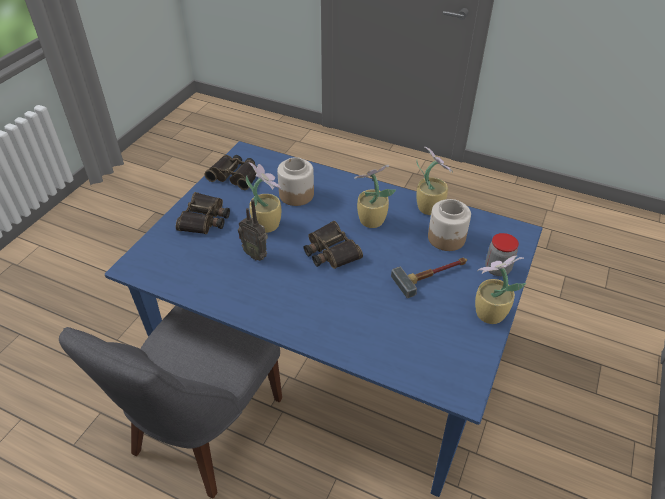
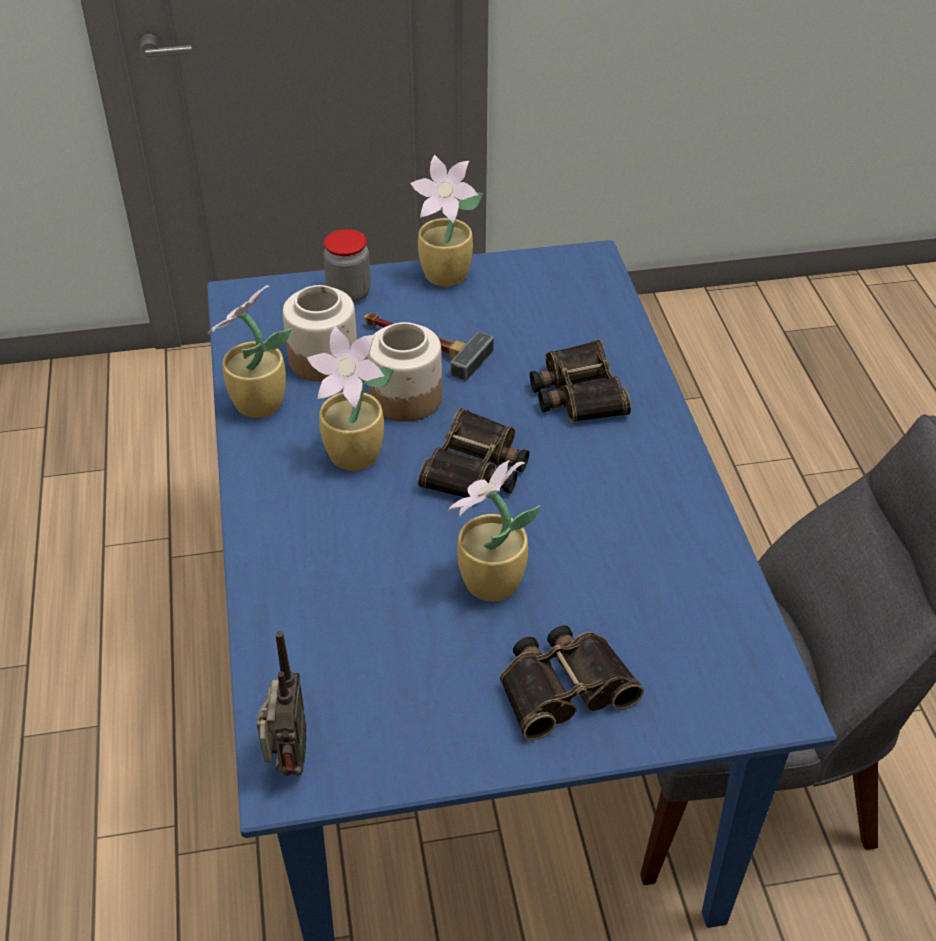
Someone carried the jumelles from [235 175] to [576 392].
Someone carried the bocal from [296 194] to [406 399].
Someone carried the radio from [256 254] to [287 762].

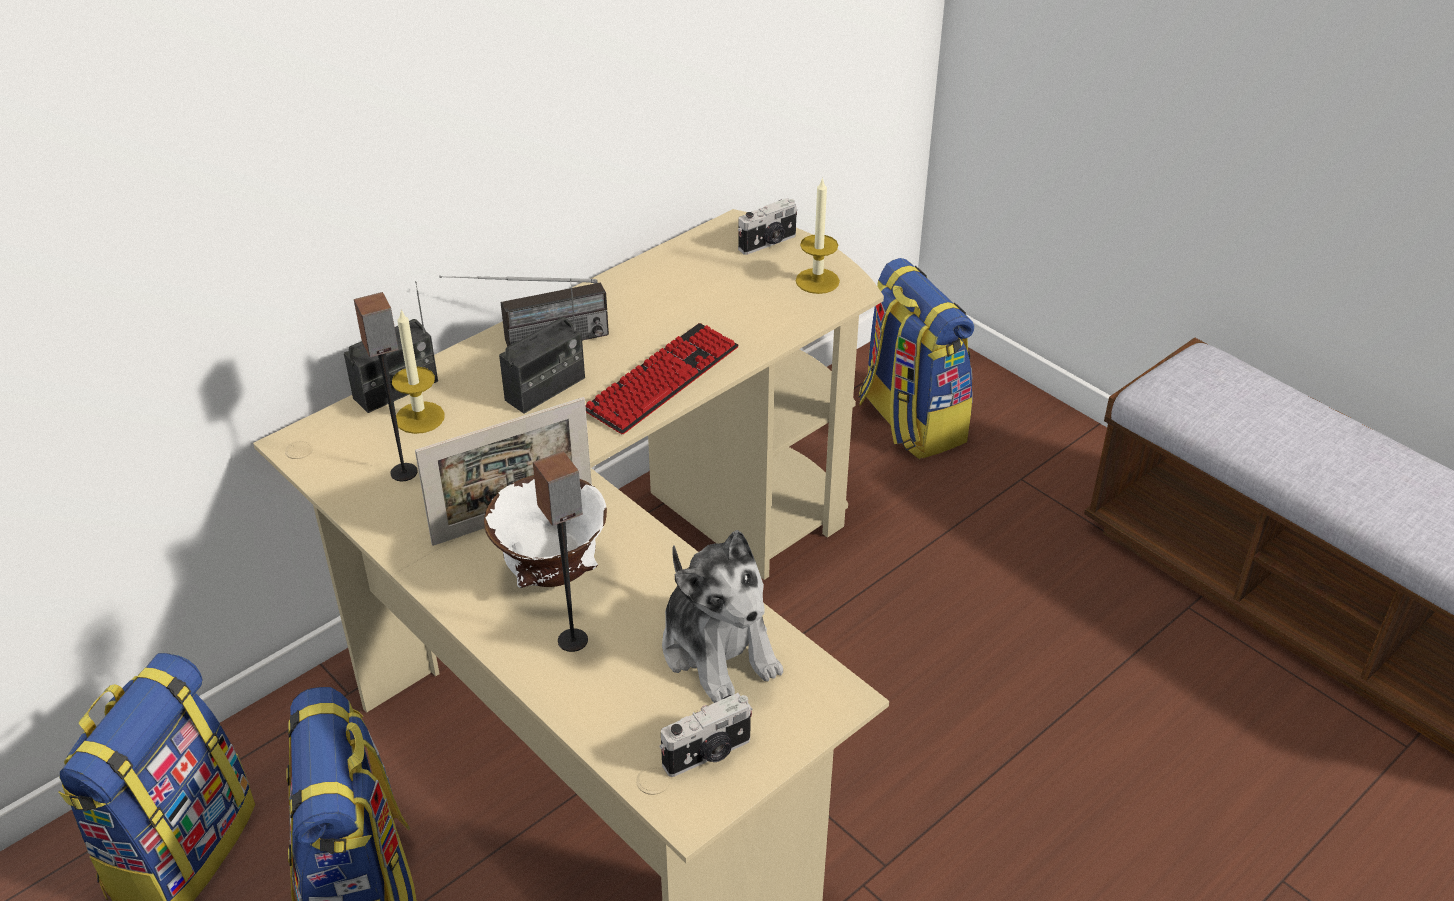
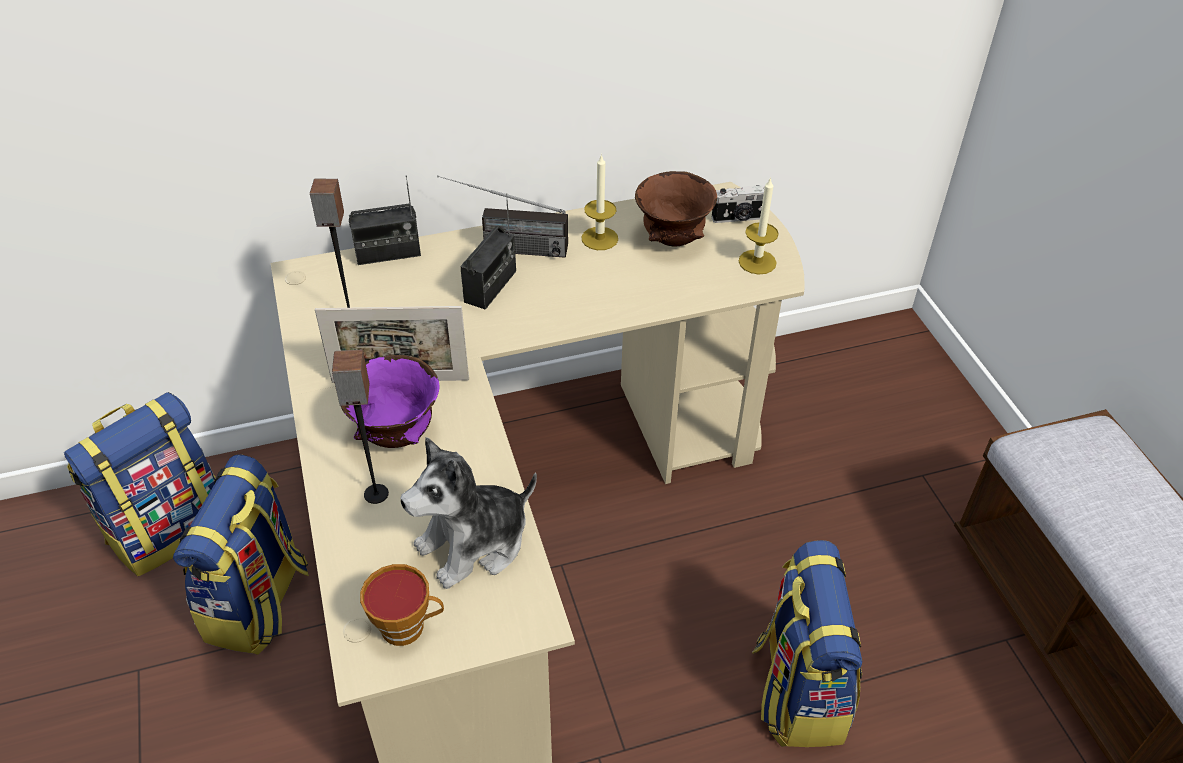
Someone carried the sac à dos from [909 421] to [797 690].
Someone rotated the radio at [545 389] by 45 degrees counterclockwise.
Someone carried the bougie from [419 417] to [599 238].
Someone took away the clavier at [662 380].
Someone repainted the bol (blanc) at [552 574], which became the bol (violet) at [397 436].
Someone rotated the peluche at [719 649] by 60 degrees clockwise.
Someone swapped the appareil photo at [708 754] for the tasse at [408 626].
Someone put down the bol (marron) at [672 240].

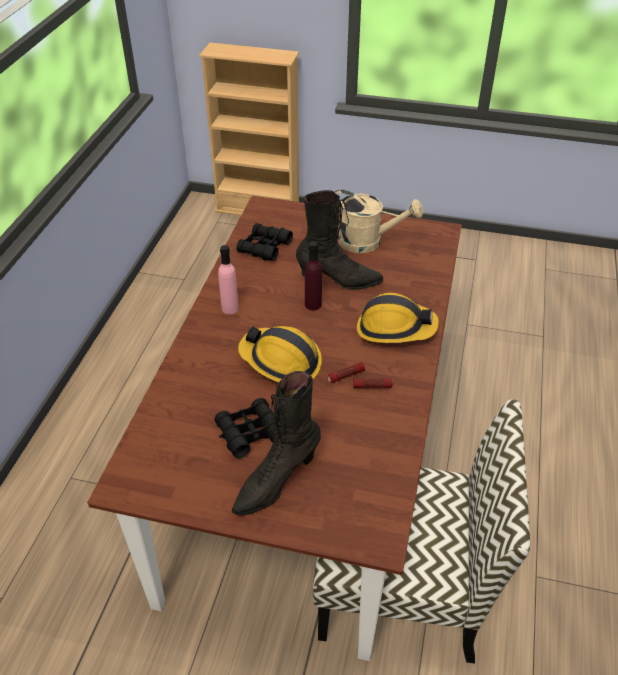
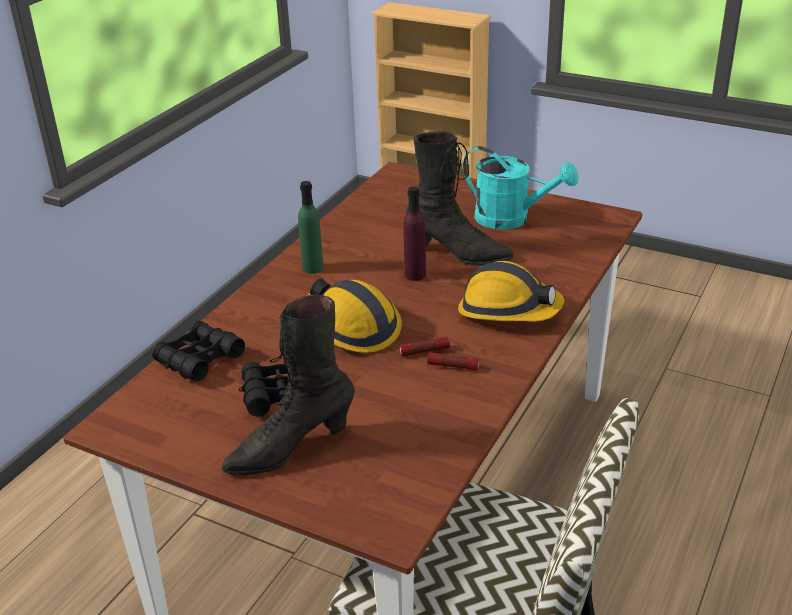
Someone repainted the arrosoir (beige) at [368 242], which became the arrosoir (turquoise) at [511 219].
Someone carried the jumelles (noir) from [264 247] to [199 359].
Someone repainted the bouteille (rose) at [230 308], which became the bouteille (vert) at [313 268].

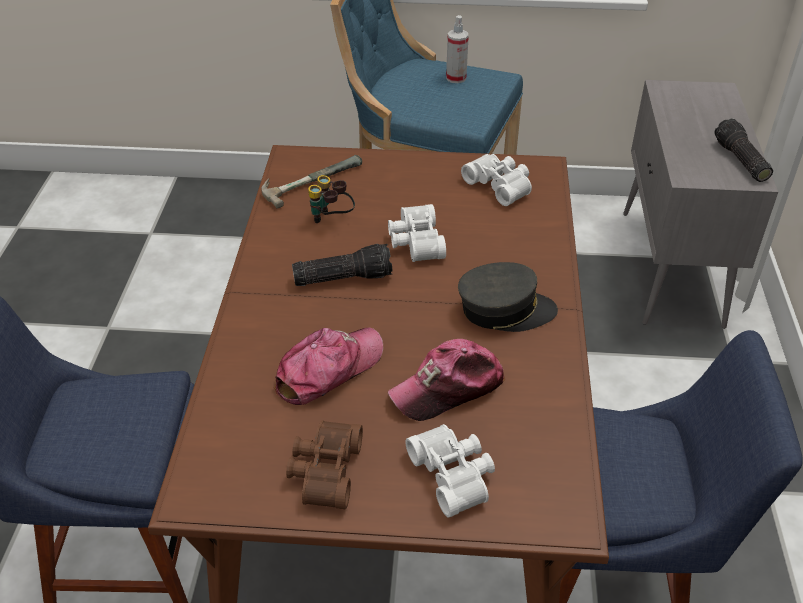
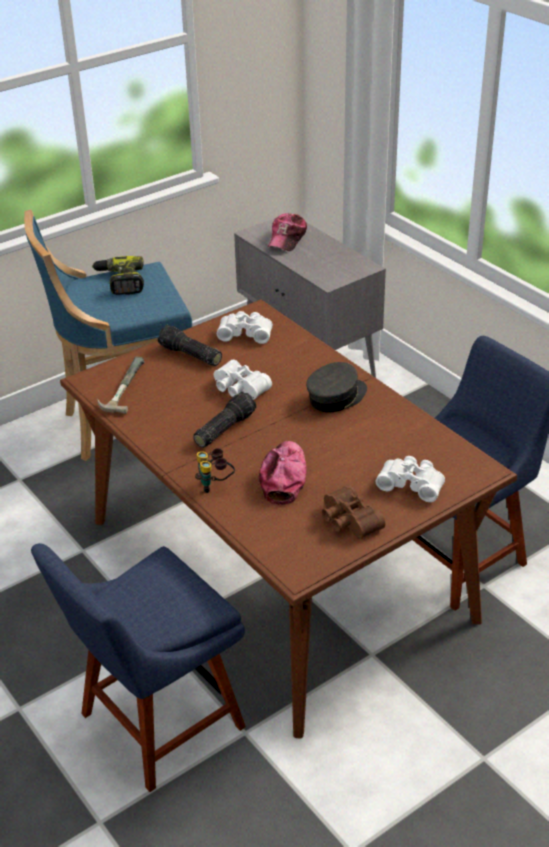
Someone swapped the vaporisateur at [456 78] for the perceuse at [120 282].
Someone carried the lampe de poche from [739 160] to [189 355].
Someone carried the jumelles from [331 220] to [215 485].
Someone carried the casquette from [448 388] to [287 239].

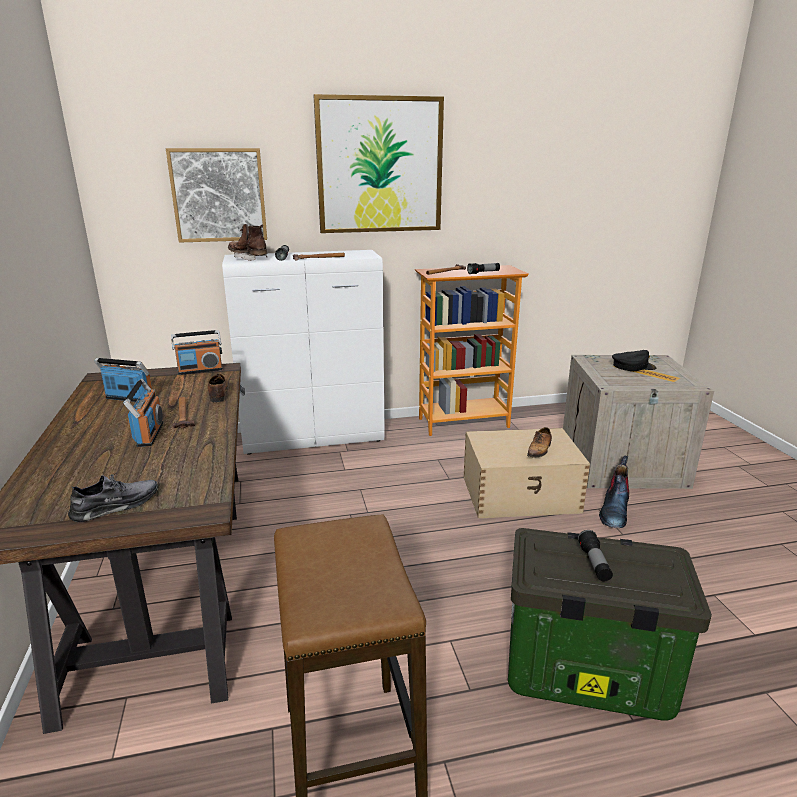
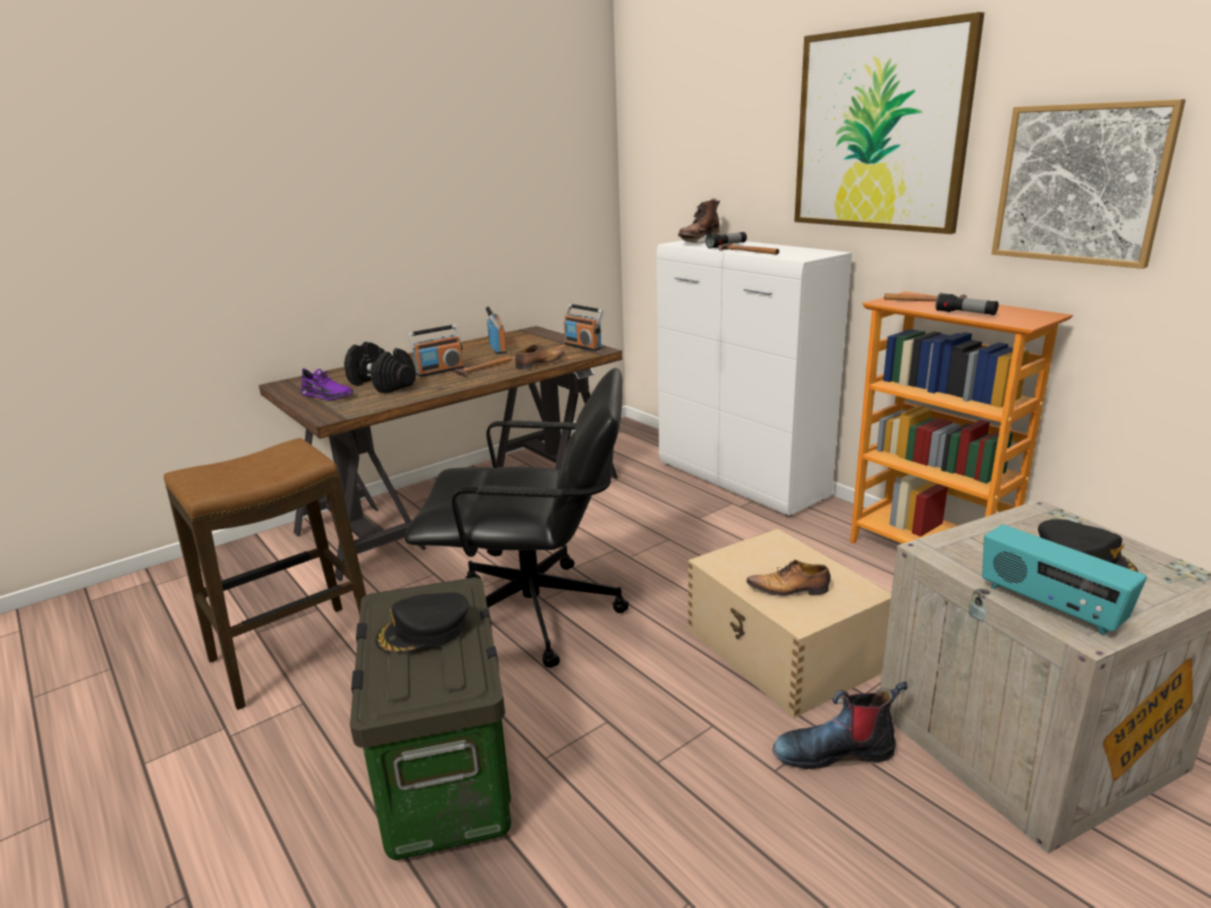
Someone carried the tableau from [218 195] to [1080 184].
Someone rotated the botte (marron) at [248 258] by 150 degrees counterclockwise.
Someone repainted the chaussure (gris) at [116 506], which became the chaussure (violet) at [327 395].
Someone swapped the lampe de poche at [594 563] for the casquette (noir) at [424 631].
Someone put down the haltère (noir) at [382 384].
Someone put down the chaise de bureau (noir) at [536 614].
Someone put down the radio at [1049 606].

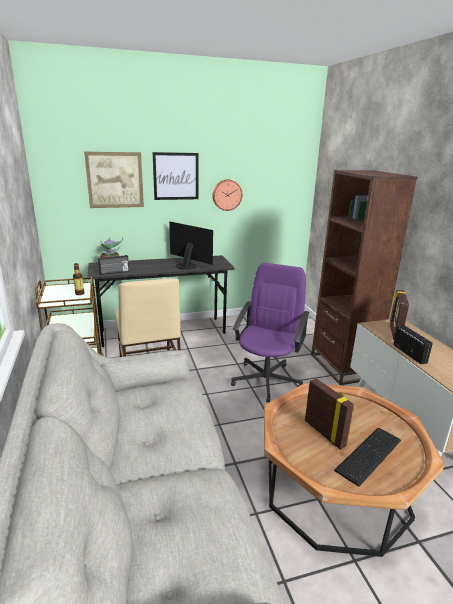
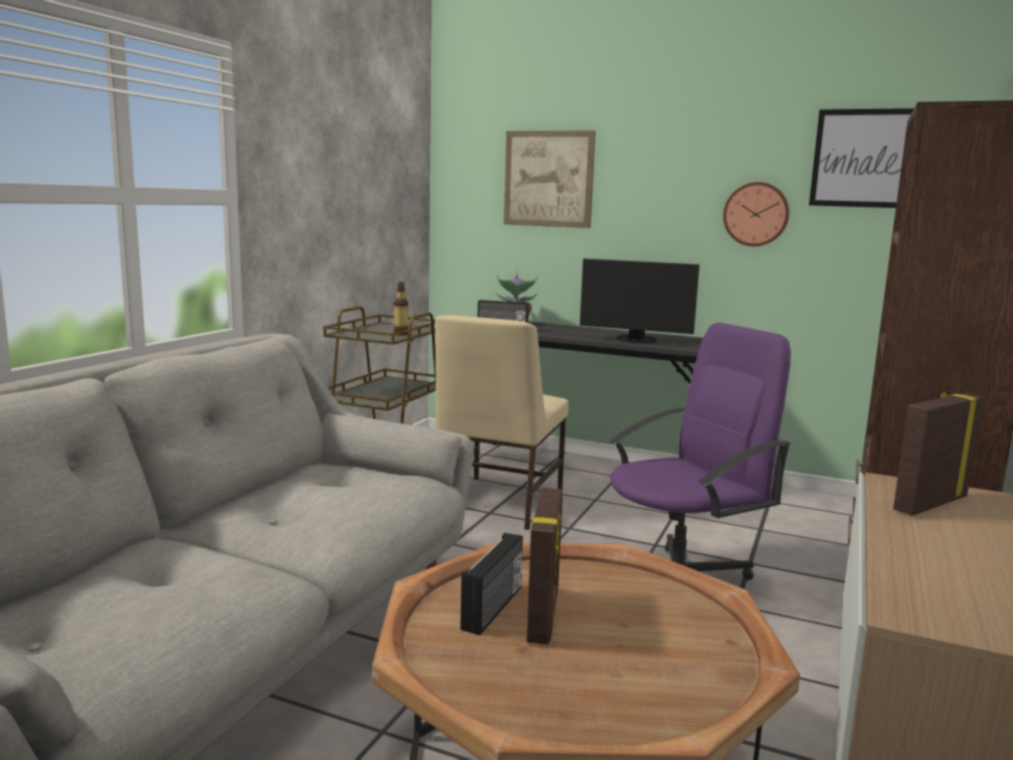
Someone carried the tableau from [176 176] to [864 158].
Someone rotated the écran d'ordinateur at [187 265] by 120 degrees clockwise.
Someone carried the radio from [410 353] to [494 608].
Someone took away the clavier at [367 454].

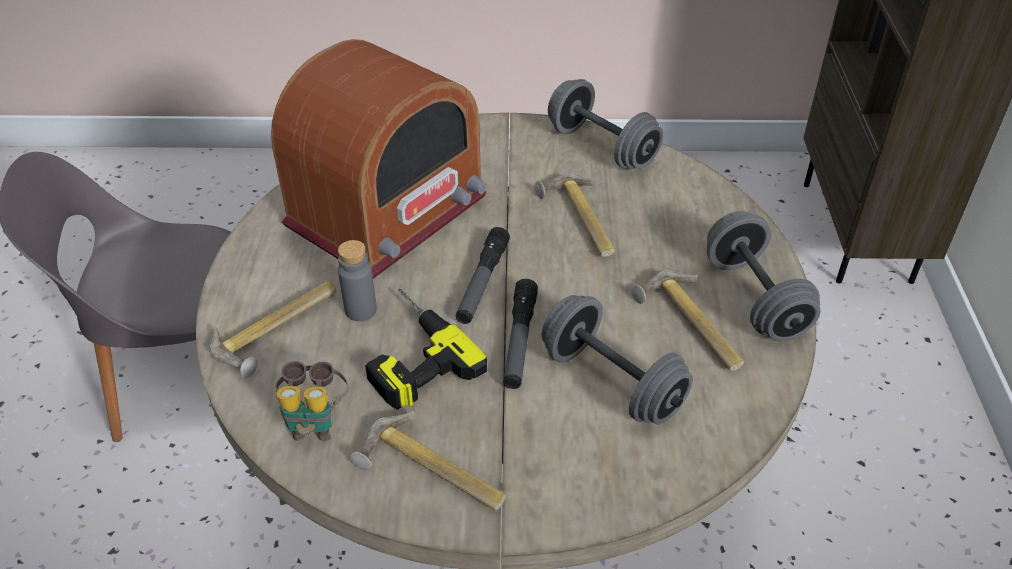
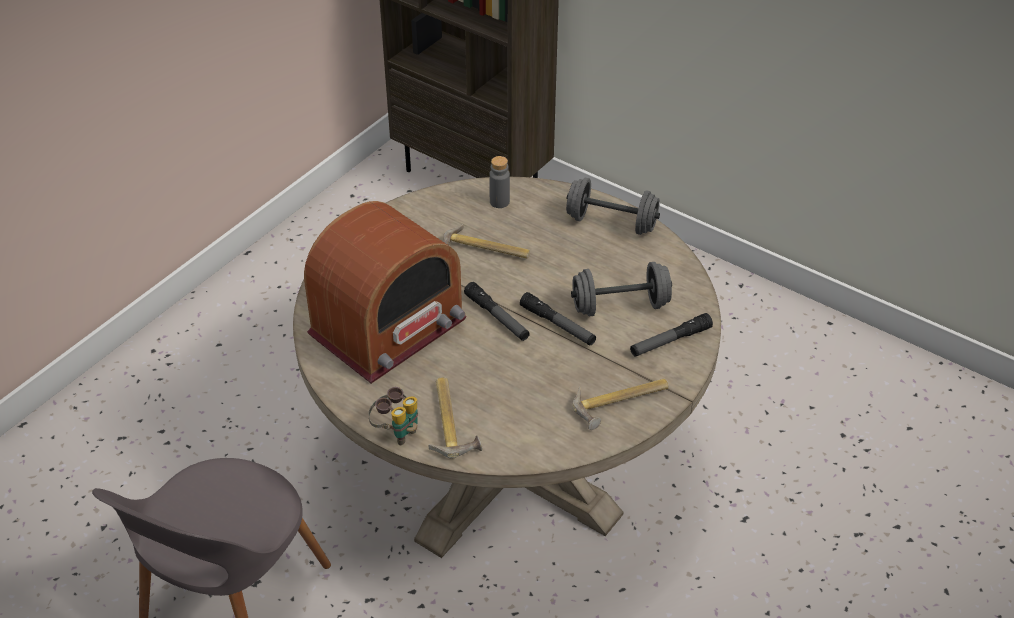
Someone rotated the radio at [388 211] by 60 degrees clockwise.
Someone took away the haltère (gris) at [602 147].
Someone carried the bouteille (gris) from [360 310] to [499 202].
Someone took away the marteau at [690 327].
Someone took away the perceuse at [408 354].
Someone carried the jumelles from [315 422] to [396 431].
Someone put down the lampe de poche at [670 341].

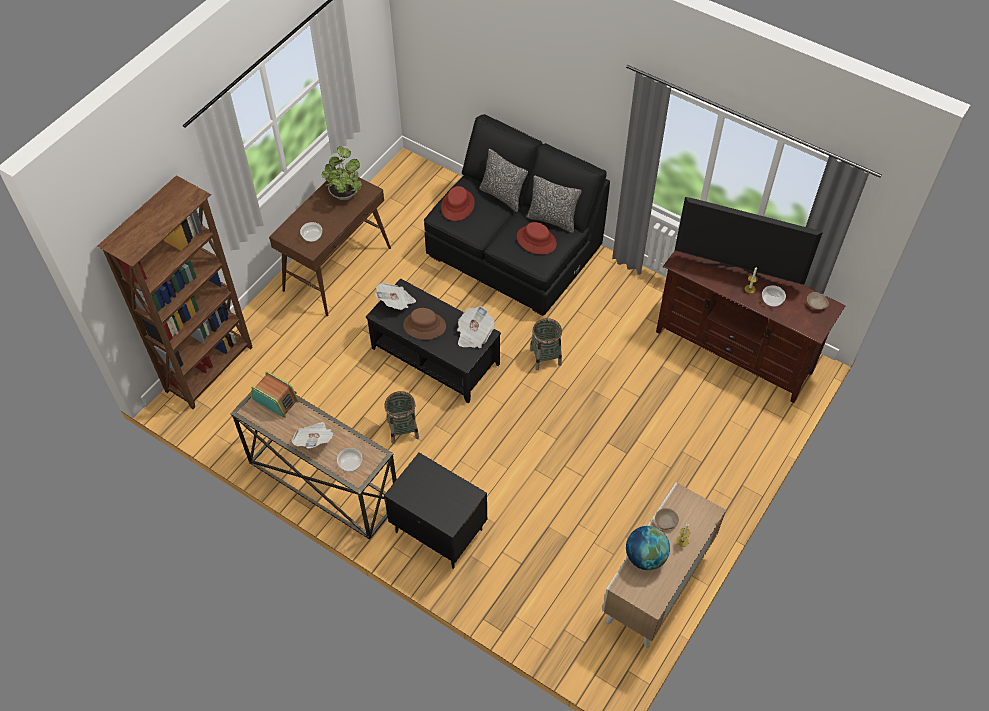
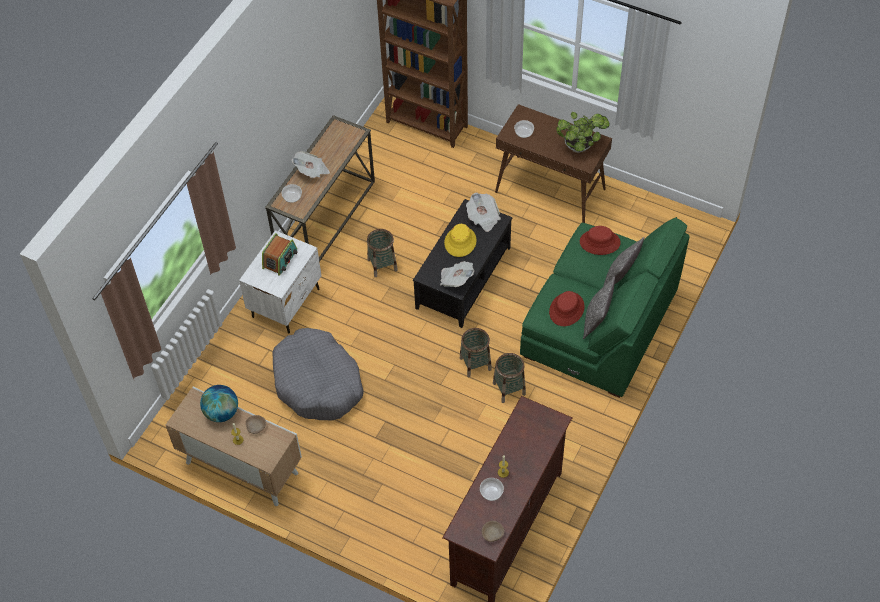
Someone repainted the canapé (noir) at [514 253], which became the canapé (vert) at [599 325].
Someone took away the téléviseur at [737 272].
Someone repainted the chapeau (marron) at [424 326], which became the chapeau (jaune) at [460 242].
Someone carried the radio from [276 400] to [280 259].
Someone repainted the table de chevet (noir) at [438 530], which became the table de chevet (blanc) at [286 303].
Someone put down the panier pour chien (gris) at [318 382].
Someone put down the panier at [509 388].

